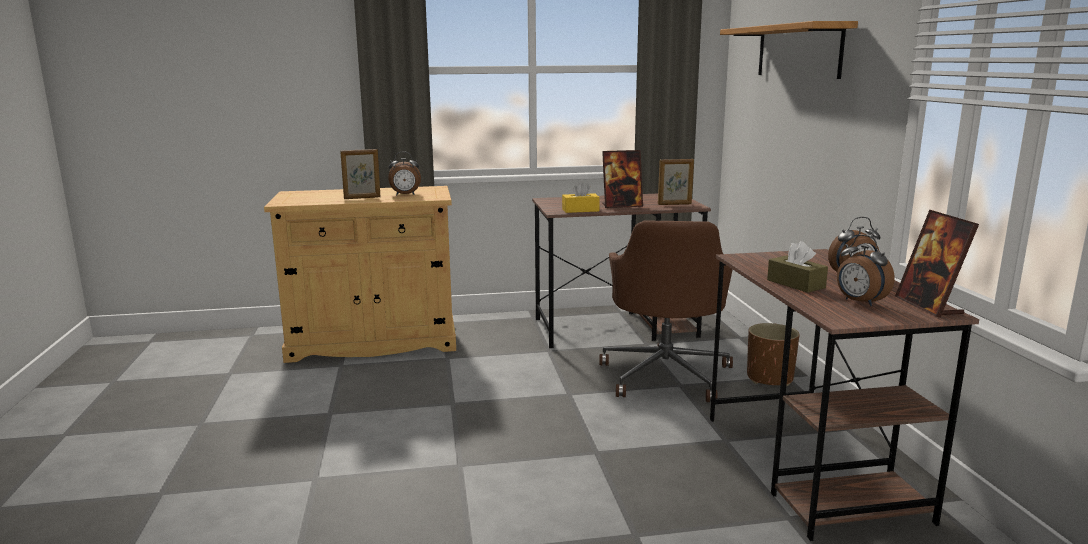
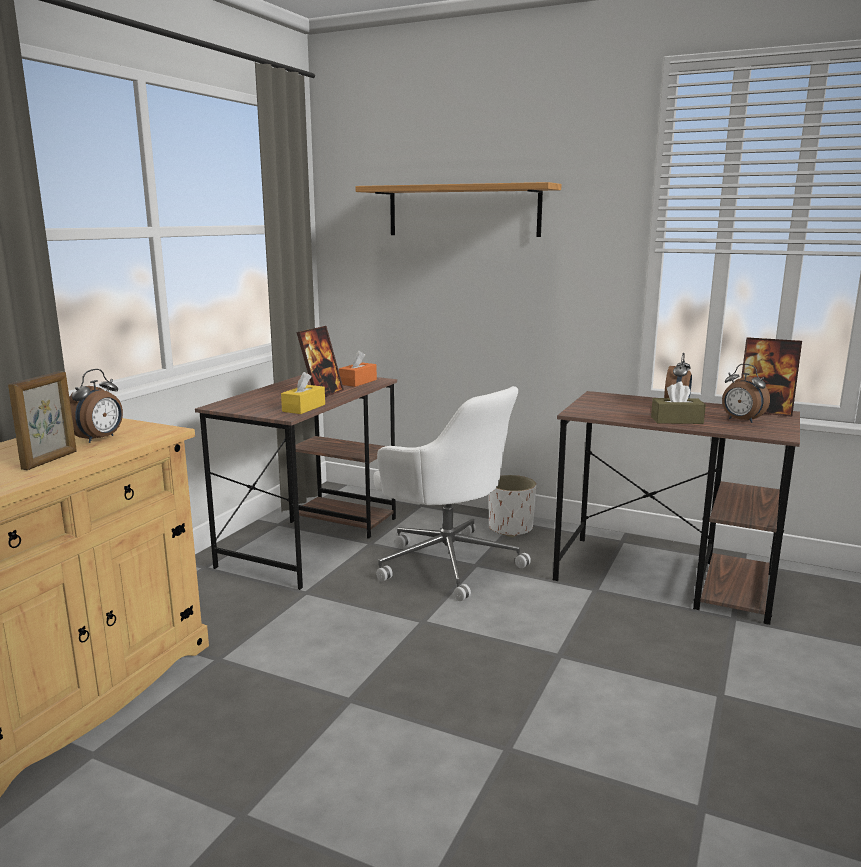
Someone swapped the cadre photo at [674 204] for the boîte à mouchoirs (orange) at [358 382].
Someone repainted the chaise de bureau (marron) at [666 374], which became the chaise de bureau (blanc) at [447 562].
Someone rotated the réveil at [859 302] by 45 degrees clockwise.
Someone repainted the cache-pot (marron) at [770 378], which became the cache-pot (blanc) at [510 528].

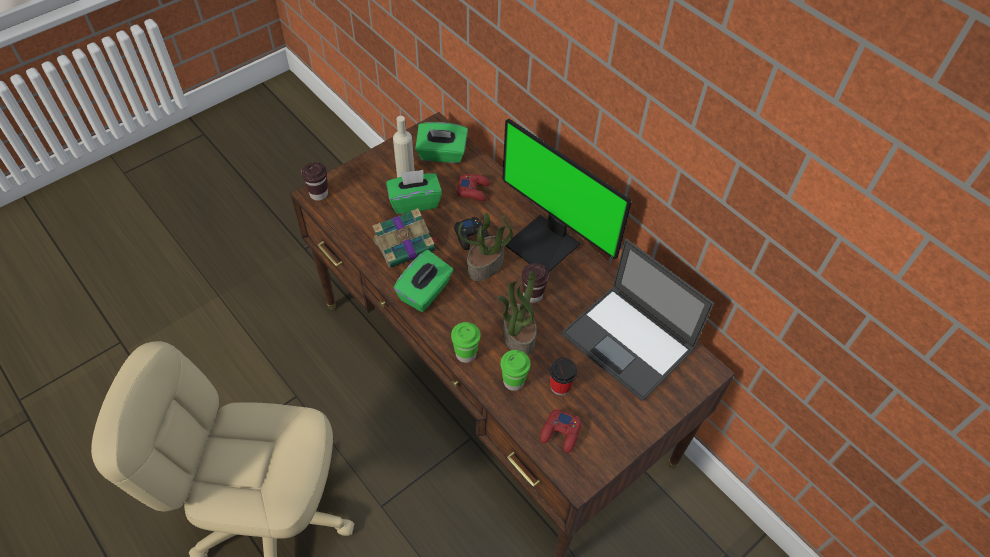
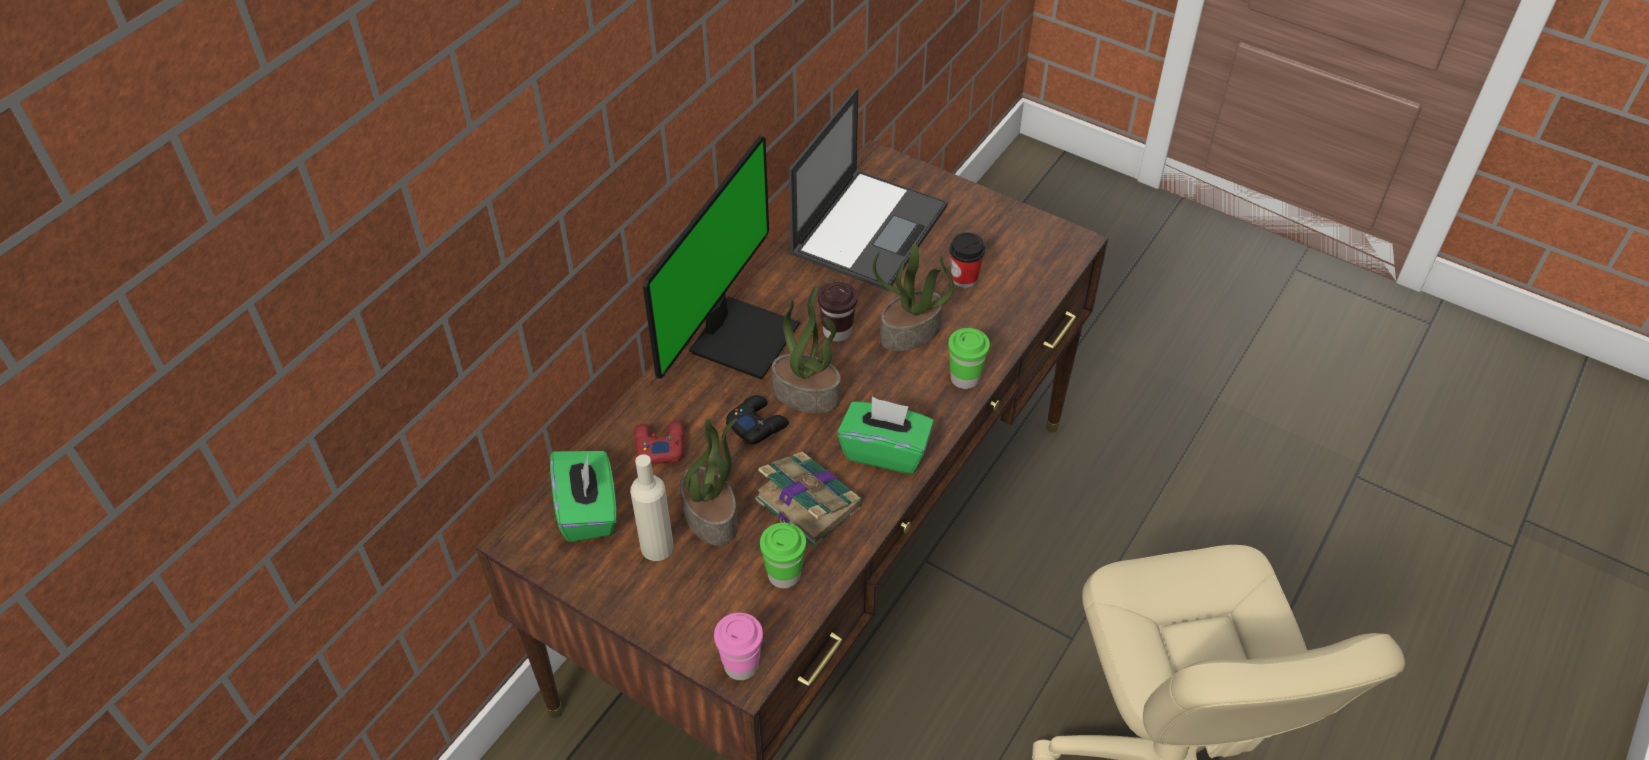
Someone repainted the tasse (marron) at [319 194], which became the tasse (rose) at [741 665].
Someone swapped the boîte à mouchoirs (vert) at [414 202] for the plante en pot at [711 517].
Someone carried the tasse (vert) from [513 381] to [784 575].
Someone took away the manette (rouge) at [561 433].

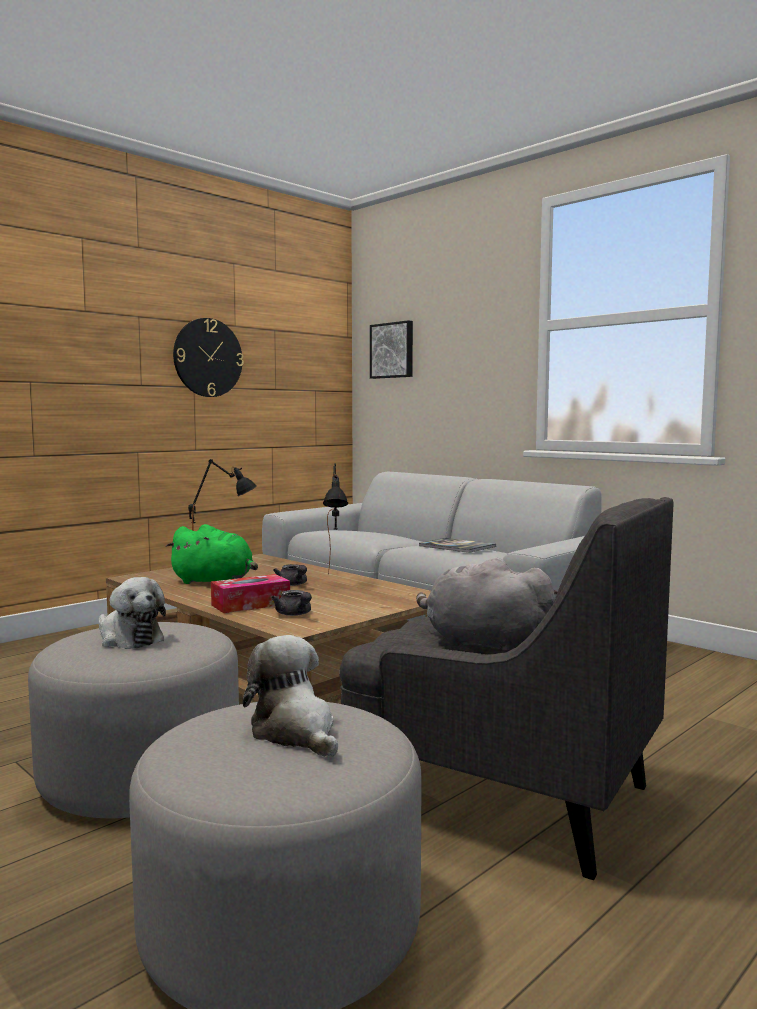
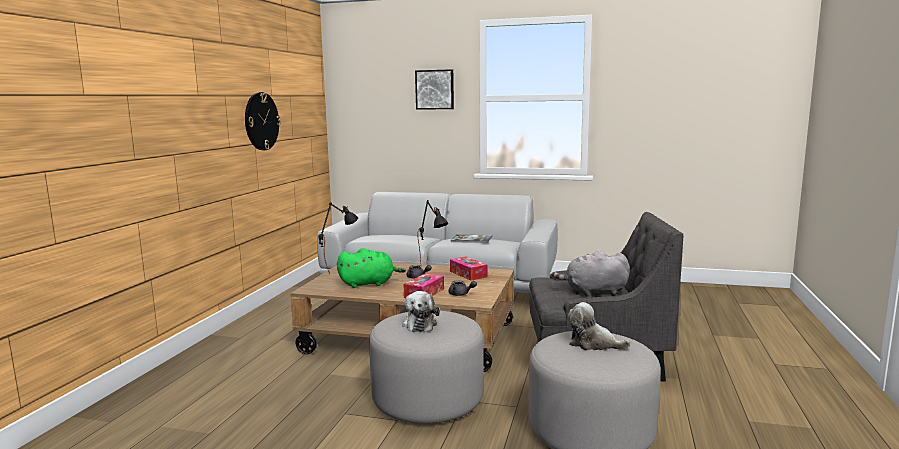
Someone carried the tableau from [392 350] to [435 89].
Someone rotated the peluche at [129 639] by 75 degrees clockwise.
Someone put down the boîte à mouchoirs at [468 274].

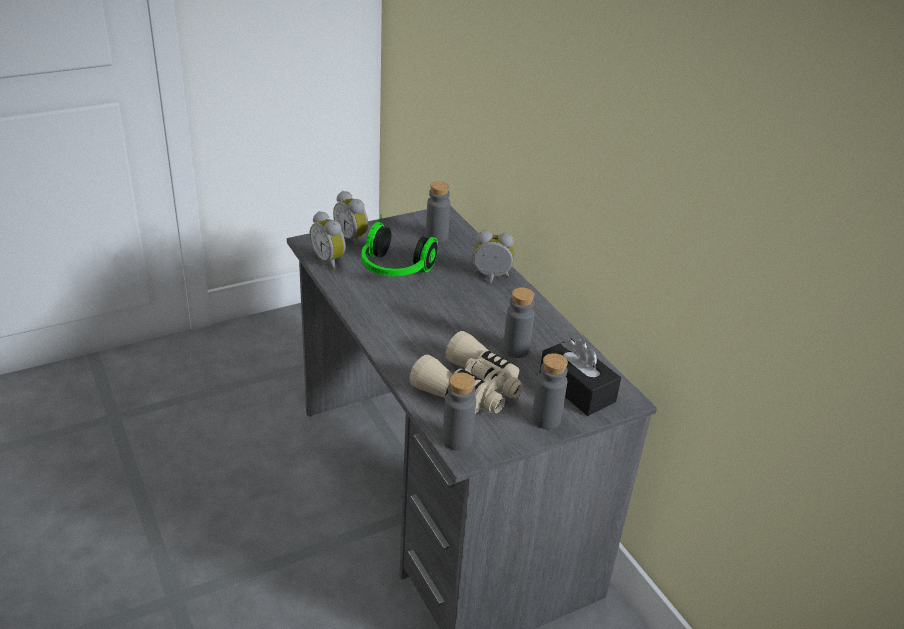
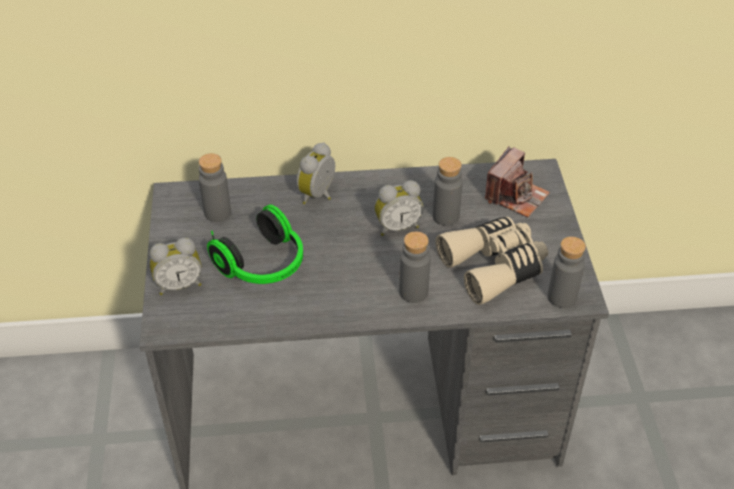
Someone carried the réveil from [330 260] to [397 226].
Someone swapped the boîte à mouchoirs (noir) at [576 388] for the appareil photo at [516 196].
Someone carried the bouteille (gris) from [546 419] to [413 292].

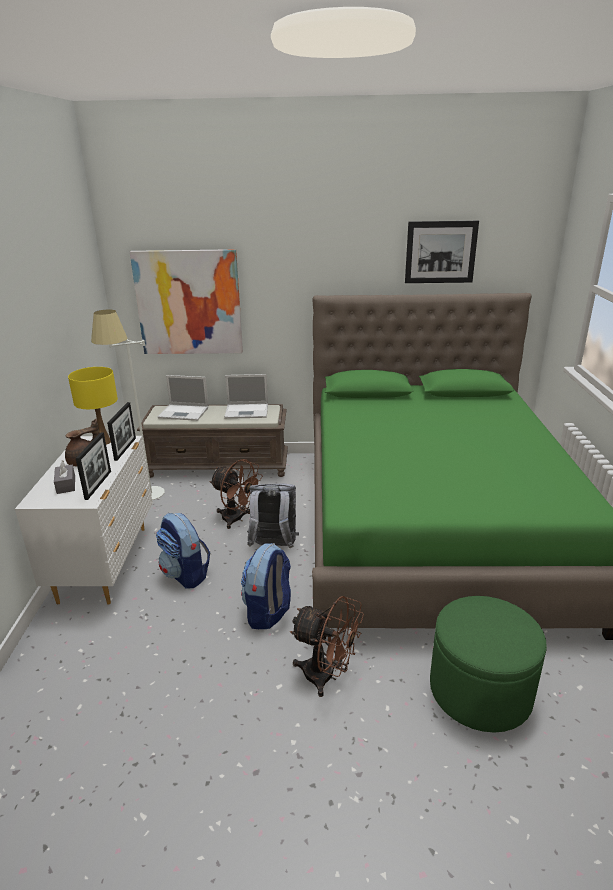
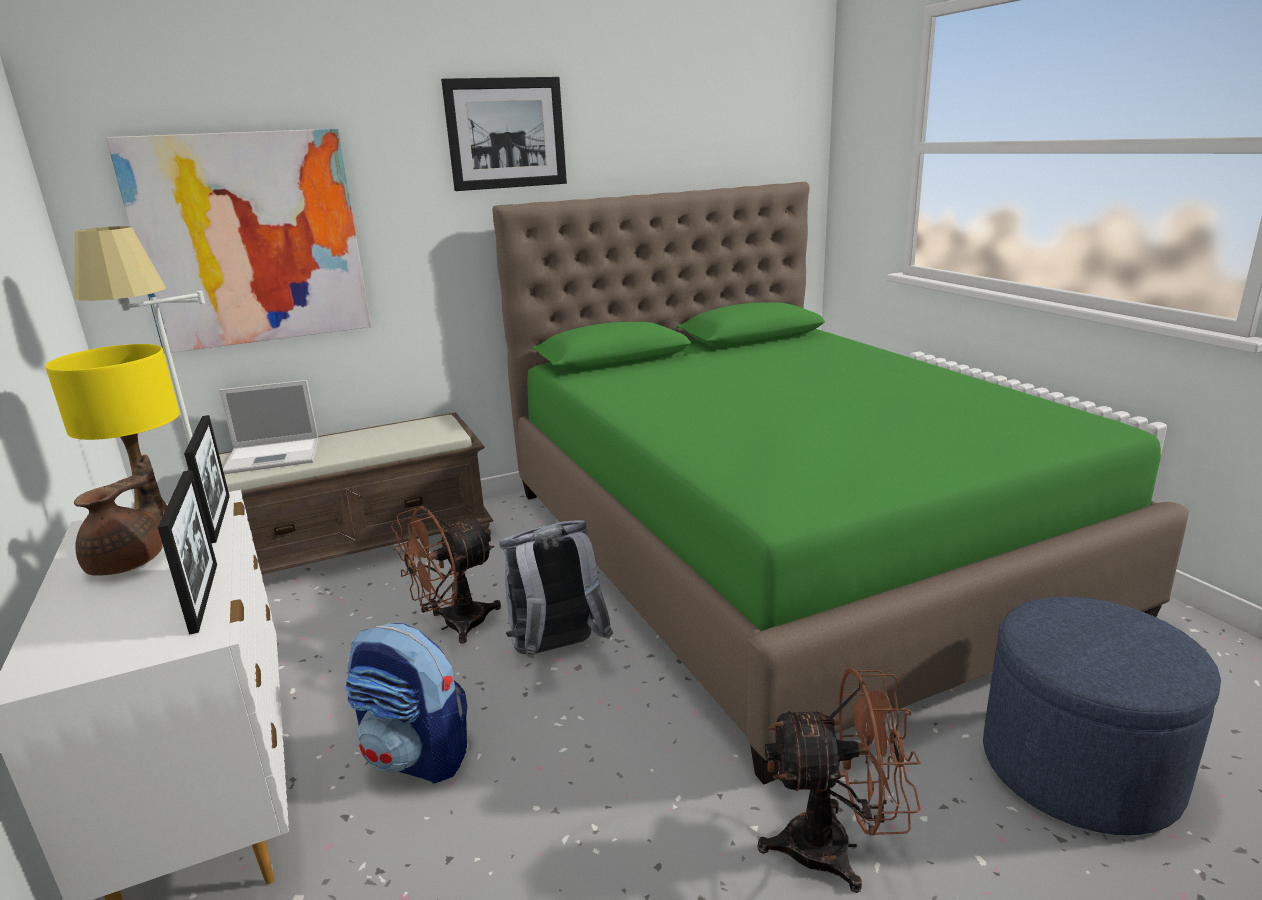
Someone carried the tableau from [440 252] to [506 133].
Someone took away the ordinateur portable at [247 411].
Someone rotated the ventilateur (marron) at [237 519] by 135 degrees clockwise.
Someone took away the boîte à mouchoirs (gris) at [66 484].
Someone took away the sac à dos at [268 612].
Someone repainted the pouf (vert) at [480 691], which became the pouf (bleu) at [1079 767].

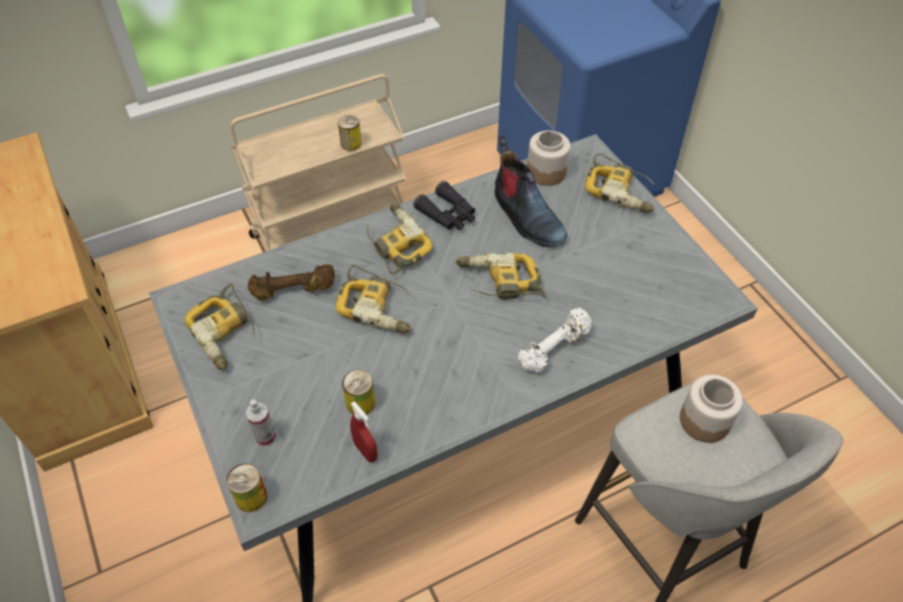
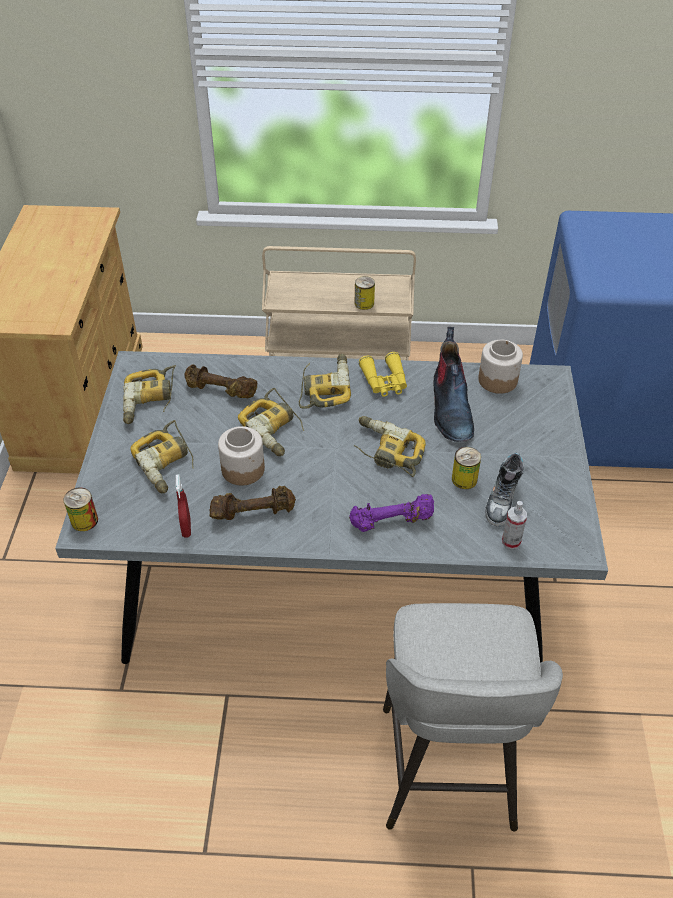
Someone carried the perceuse from [620 191] to [167 463].
Someone repainted the jumelles (noir) at [448 214], which became the jumelles (jaune) at [385 382].
Someone repainted the haltère (blanc) at [554 349], which became the haltère (violet) at [392 521].
Someone carried the boîte métallique from [360 403] to [464 479].
Someone carried the bocal from [704 420] to [243 469].
Someone carried the vaporisateur from [265 437] to [511 541].
Someone put down the chaussure at [502 500].
Someone put down the haltère (marron) at [253 512].

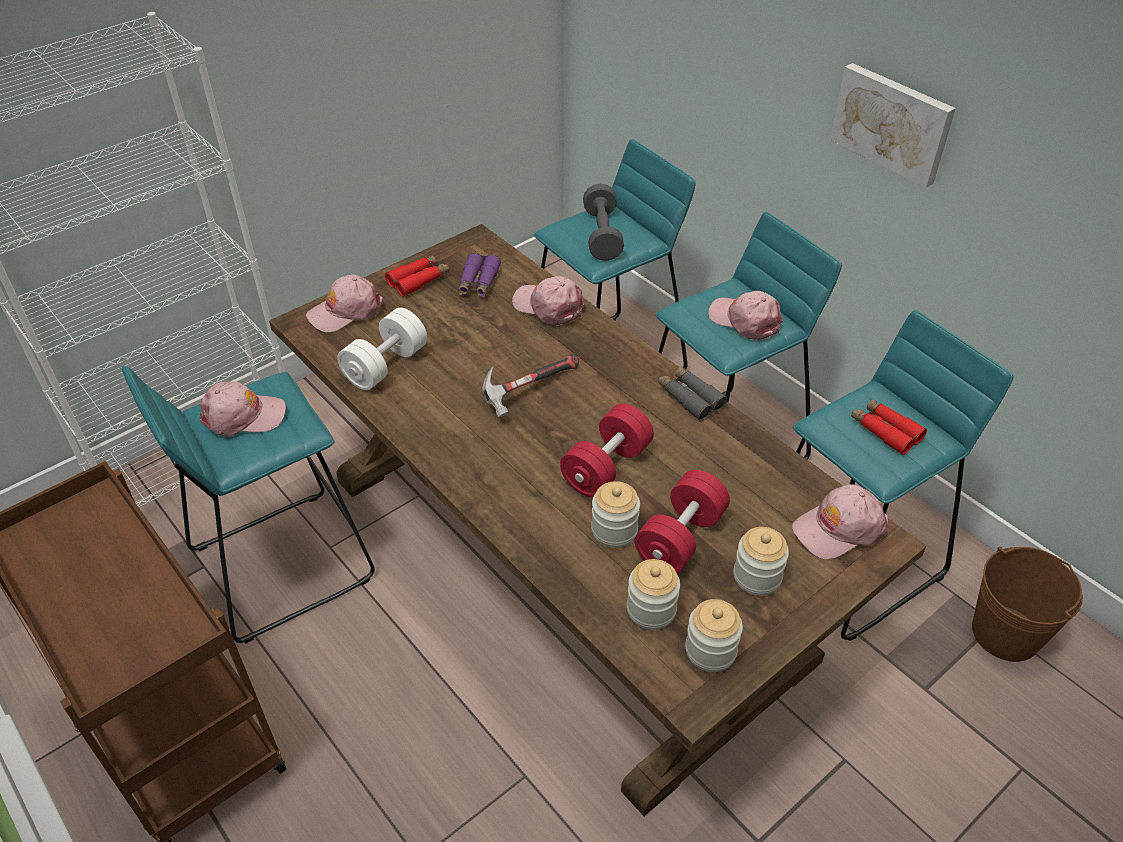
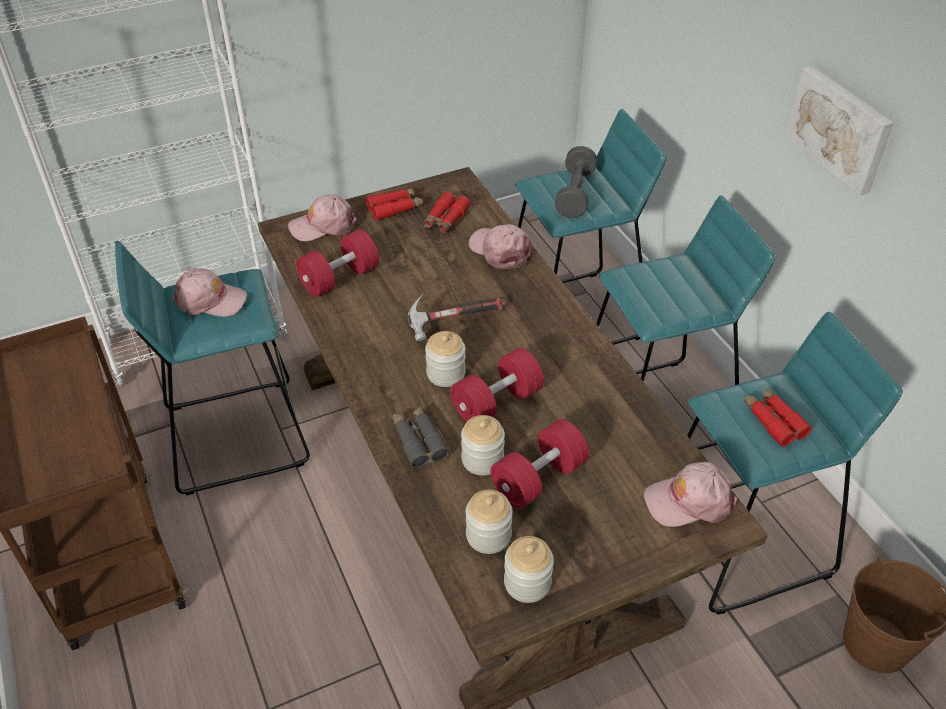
Someone repainted the jumelles (violet) at [478 283], which became the jumelles (rouge) at [445 219].
Someone took away the casquette (rose) at [745 320].
Someone repainted the haltère (blanc) at [385 365], which became the haltère (rouge) at [339 278].
Someone carried the jumelles (gris) from [690 398] to [418 441].
Someone carried the bocal from [757 577] to [446 373].

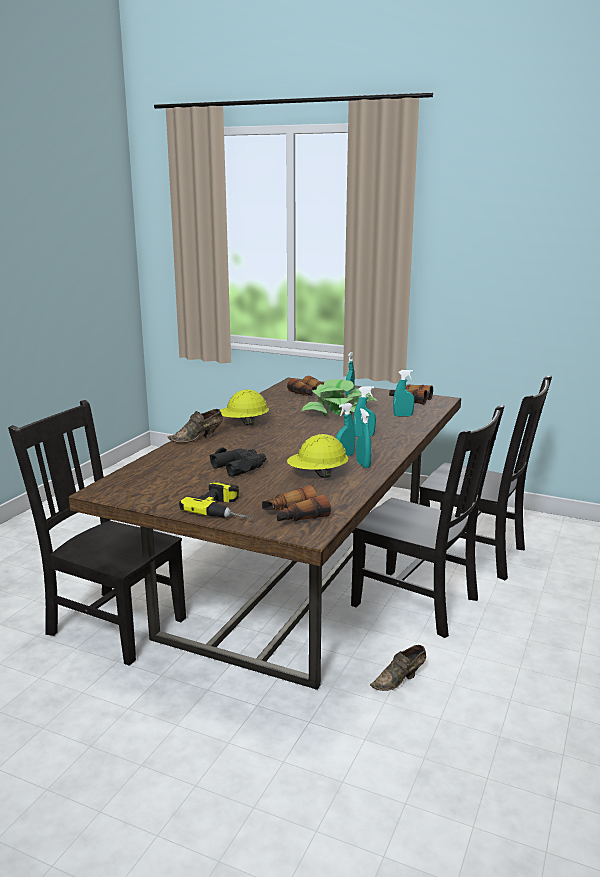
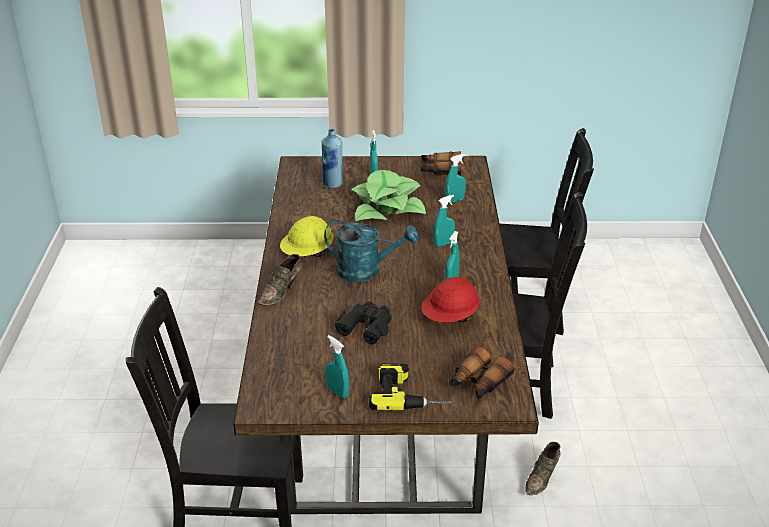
Someone swapped the jumelles at [310 394] for the bouteille (bleu) at [332 184].
Someone carried the vaporisateur (turquoise) from [363 465] to [337 392].
Someone repainted the casque de chantier (jaune) at [317 475], which became the casque de chantier (rouge) at [450 318].
Someone put down the arrosoir (turquoise) at [367 271].

